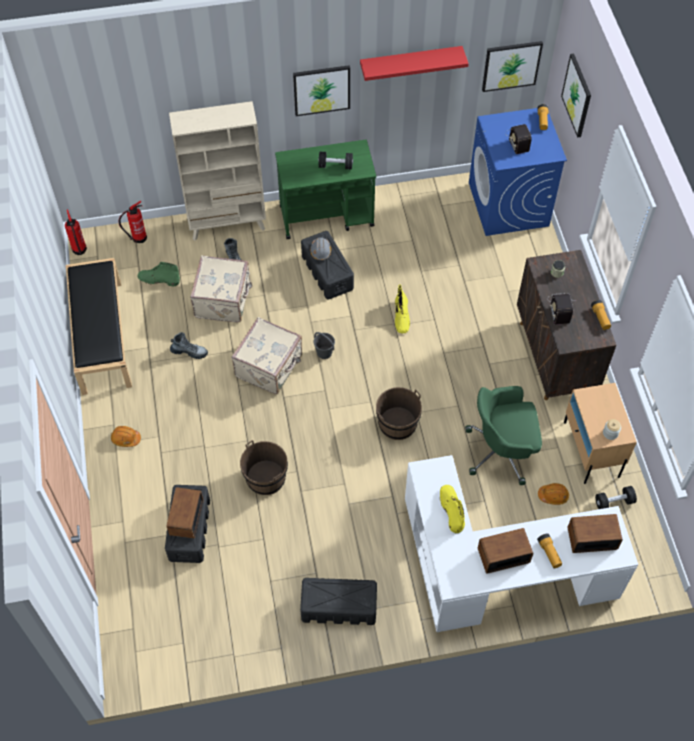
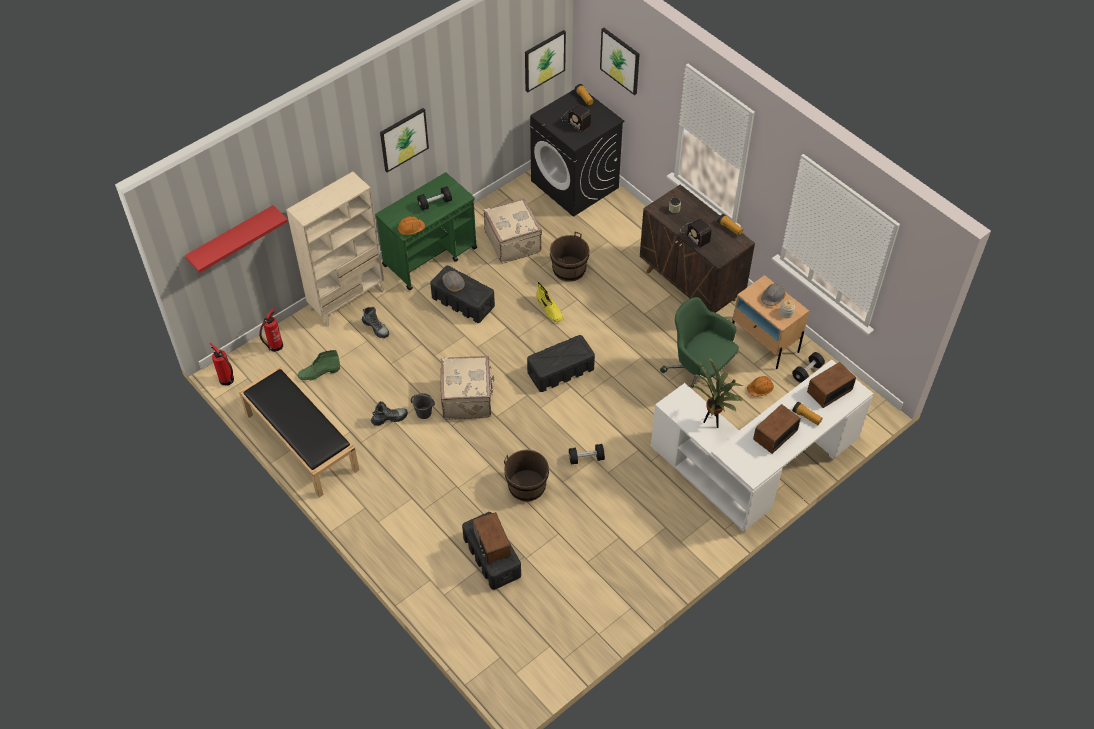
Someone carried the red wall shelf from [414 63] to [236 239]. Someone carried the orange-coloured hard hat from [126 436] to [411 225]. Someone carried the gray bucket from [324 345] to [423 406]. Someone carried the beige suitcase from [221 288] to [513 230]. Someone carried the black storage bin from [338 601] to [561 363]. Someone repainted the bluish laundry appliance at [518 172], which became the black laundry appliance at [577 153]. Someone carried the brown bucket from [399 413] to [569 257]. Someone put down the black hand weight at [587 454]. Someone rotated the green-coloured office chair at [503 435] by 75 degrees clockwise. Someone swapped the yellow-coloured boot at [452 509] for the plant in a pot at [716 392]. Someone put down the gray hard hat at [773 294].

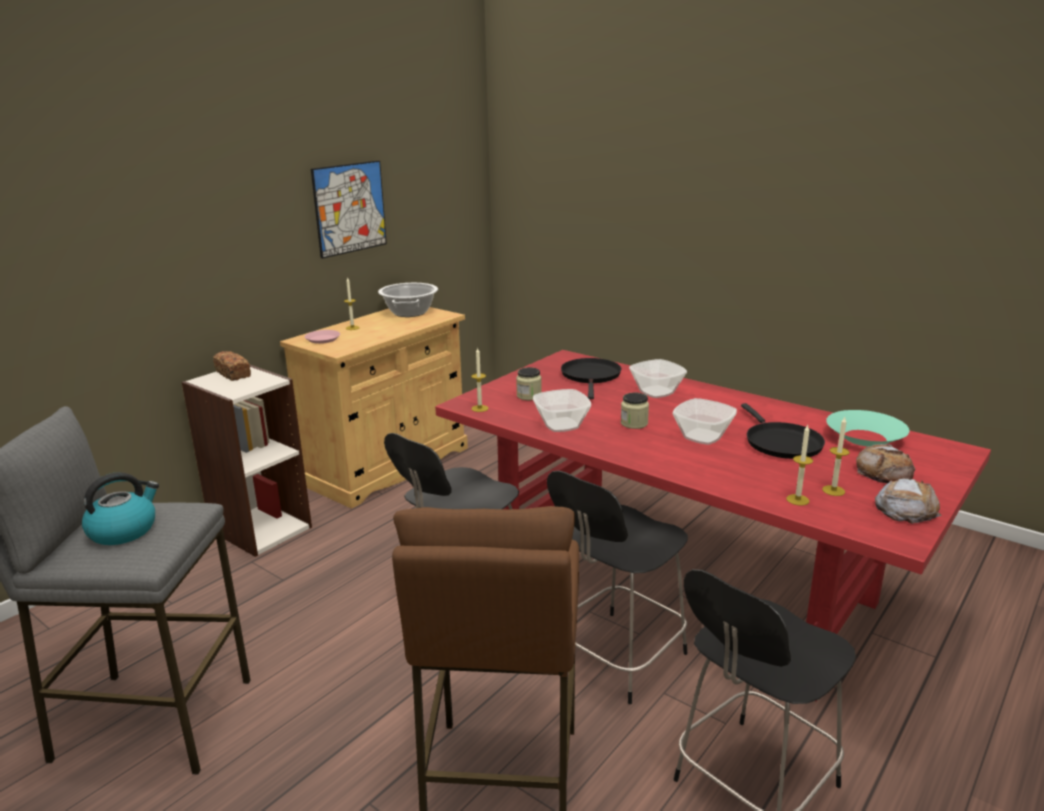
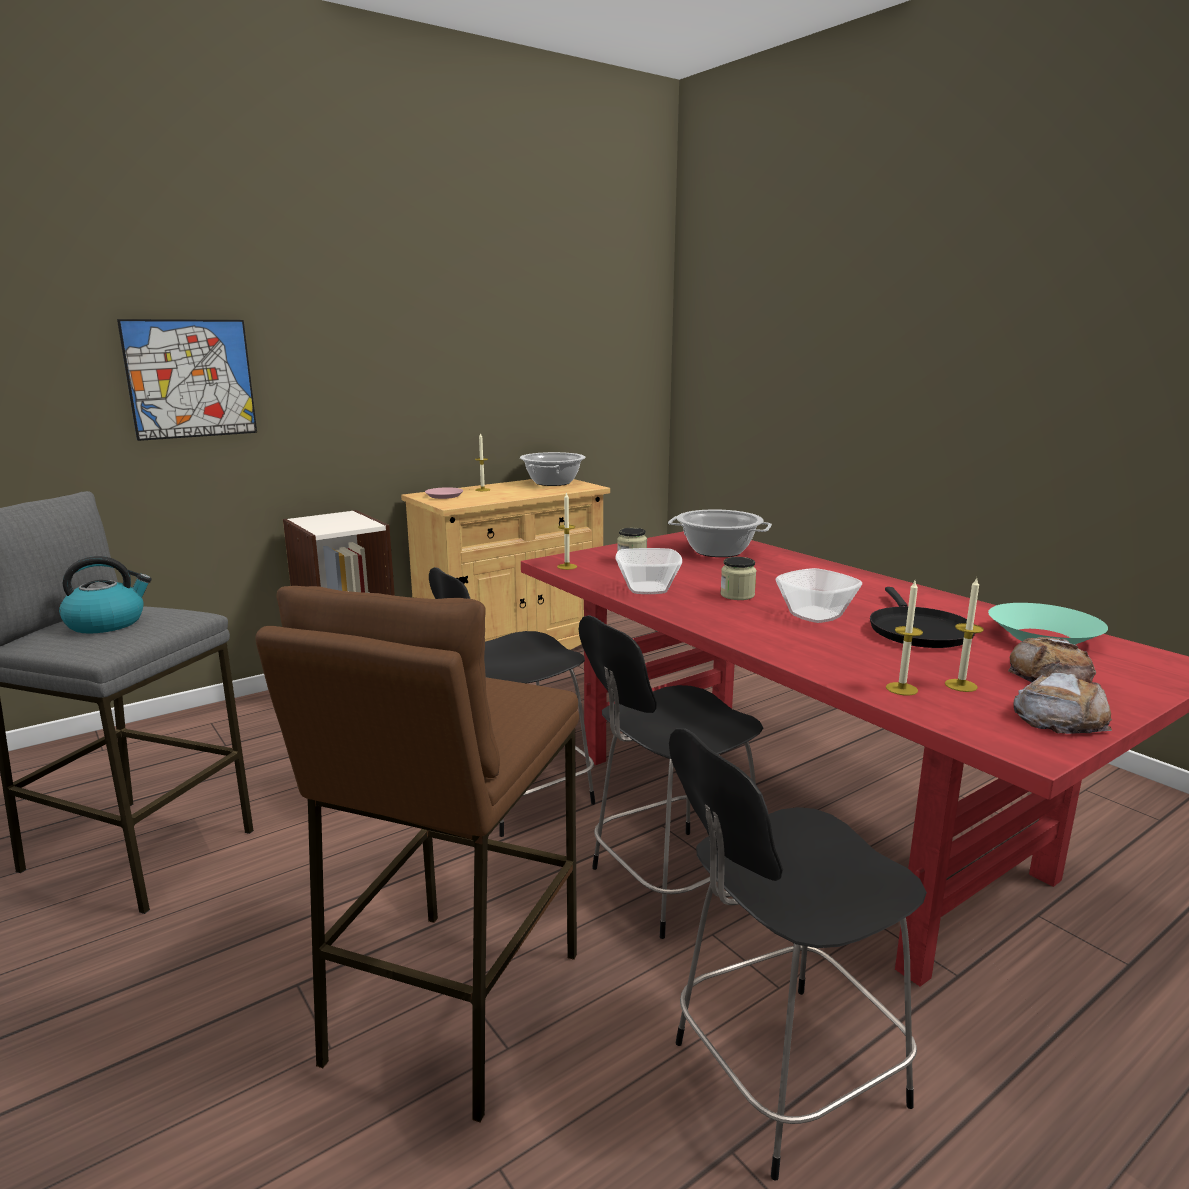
Someone carried the wall art from [349 209] to [187 380]. Someone swapped the black frying pan at [591 378] for the saucepot at [720 533]. Someone took away the baked bread at [232 366]. Someone took away the bowl at [658 378].

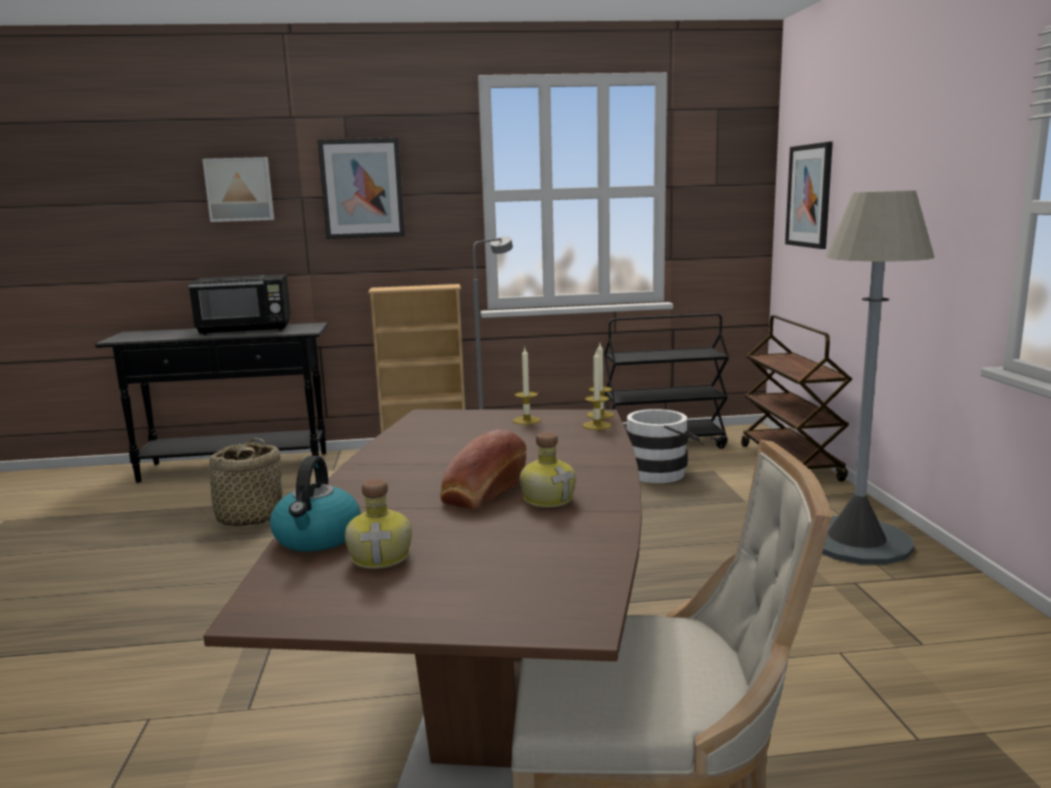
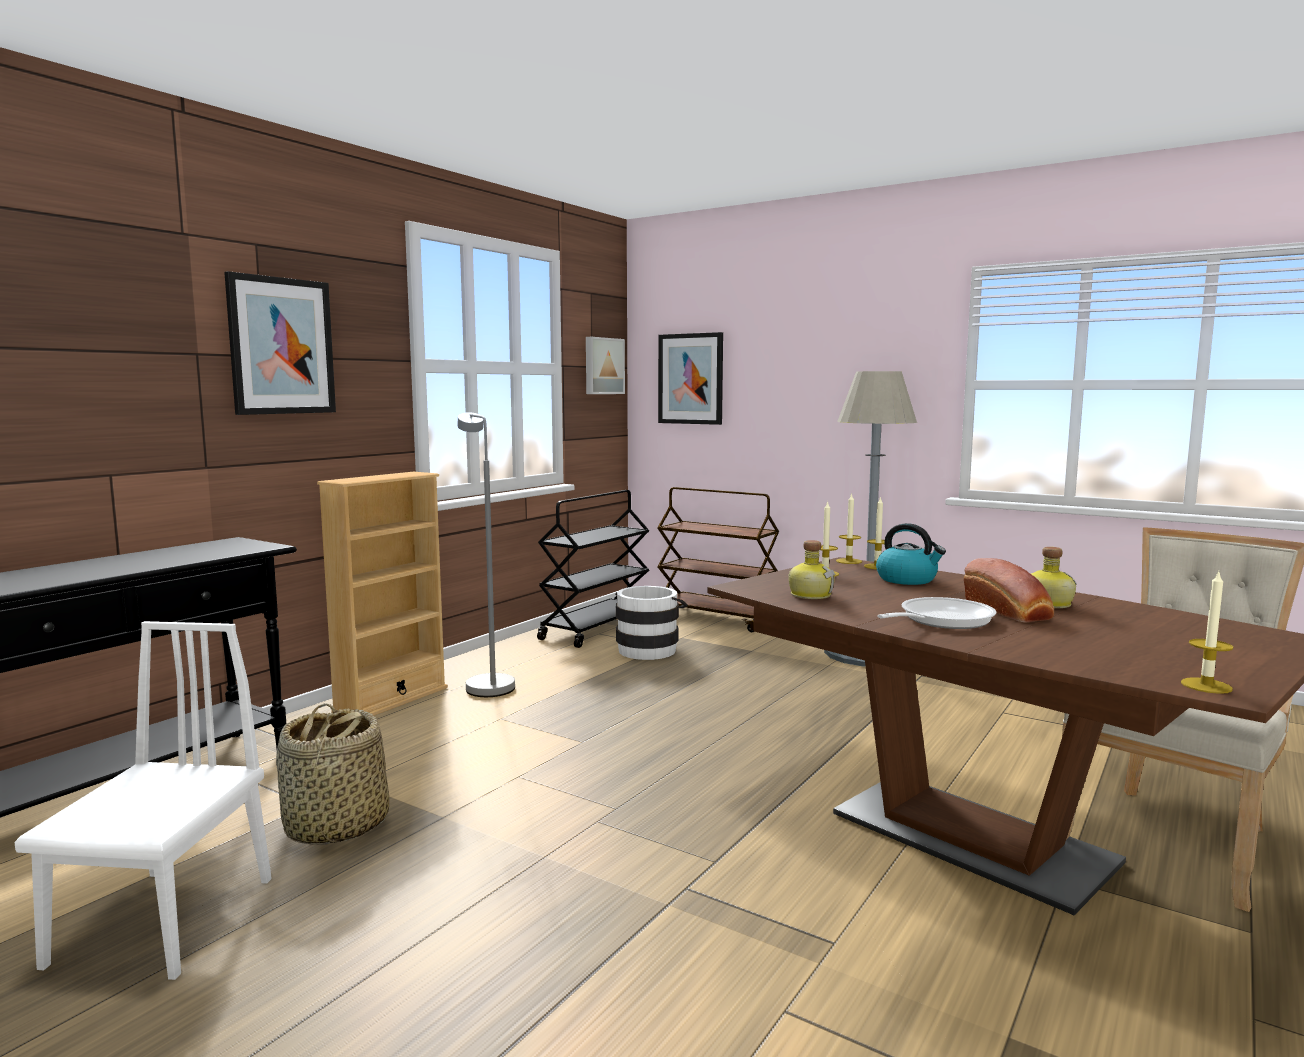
Someone put down the white chair at [143 800]. Someone carried the wall art from [238 189] to [605 365]. Someone carried the bottle from [378 524] to [811 569]. Someone carried the kettle from [315 504] to [911 554]. Someone put down the frying pan at [936 613]. Someone put down the wax candle at [1207 632]. Someone took away the black microwave at [239 304].

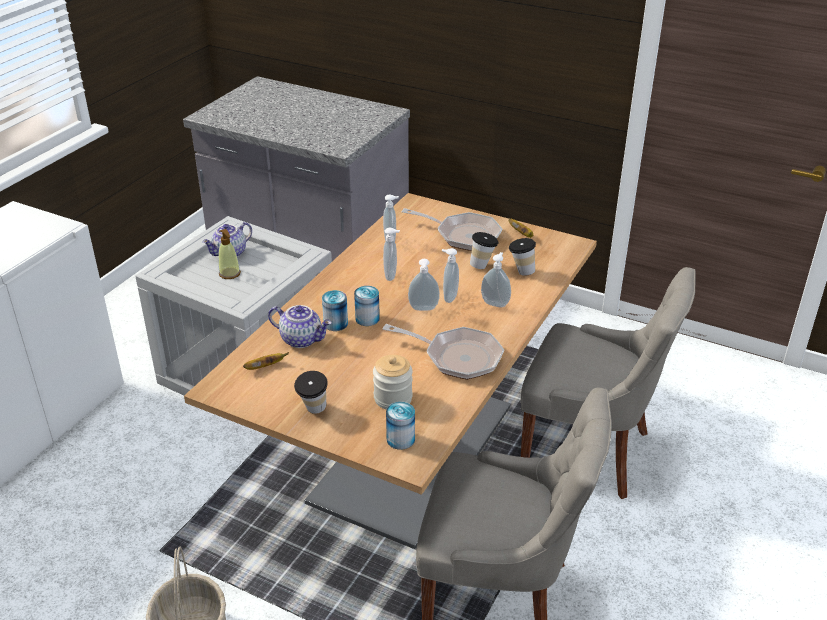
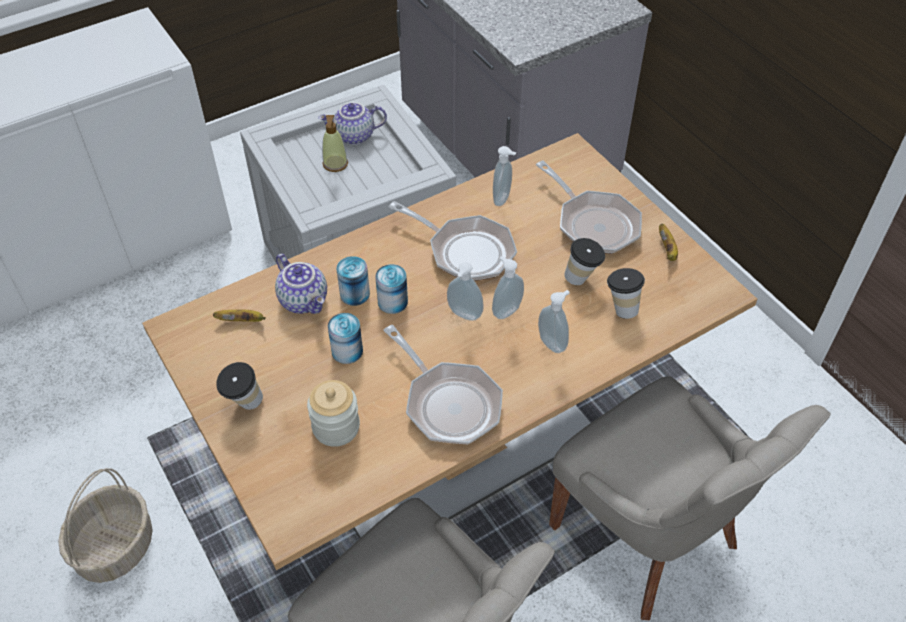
Someone carried the can from [400 426] to [345 338]. Someone swapped the soap bottle at [391 254] for the frying pan at [453 241].

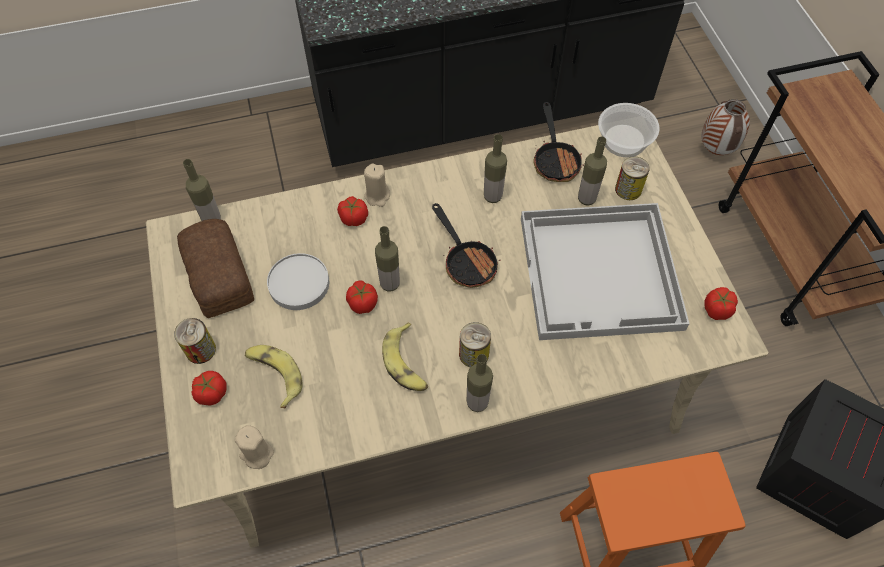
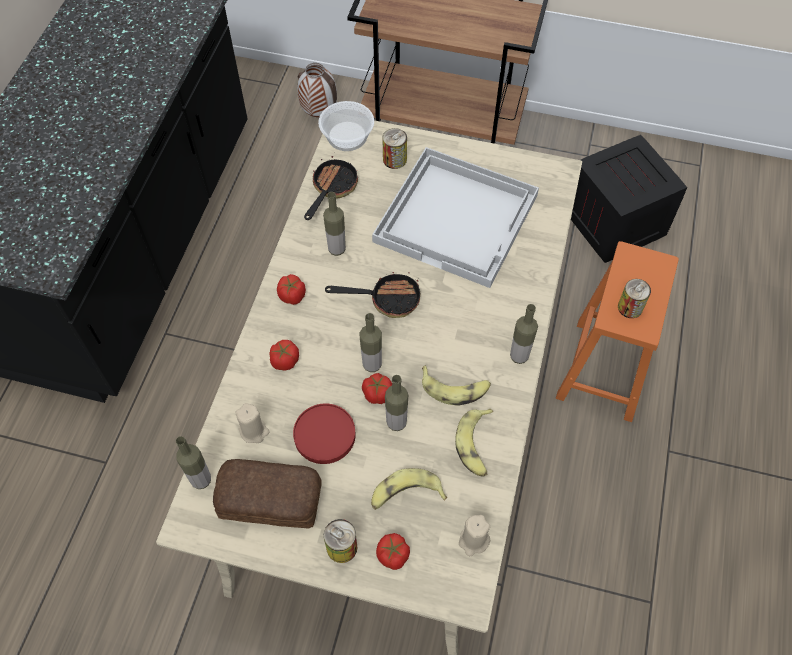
Someone carried the beige wax candle from [377 185] to [252 423]. Someone carried the fresh tomato from [721 303] to [291 289]. Someone repainted the white plate at [298 281], which became the red plate at [324 433]. Someone rotated the frying pan at [558 142] by 90 degrees counterclockwise. Someone carried the bottle from [592 171] to [396 403]. Someone put down the whole banana at [474 442]. Someone carried the can from [475 345] to [634 298].

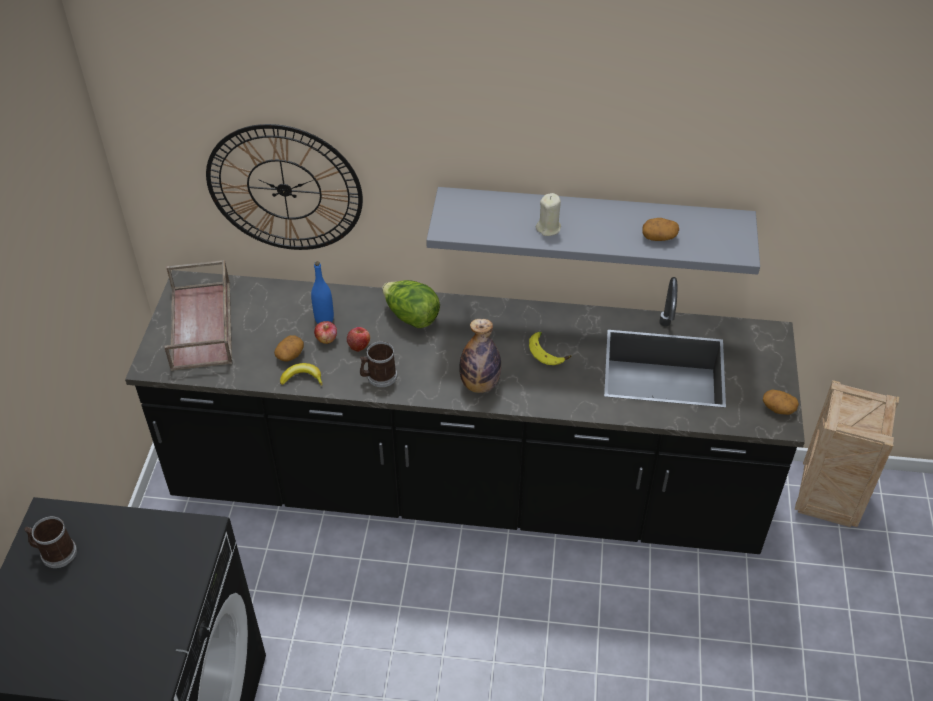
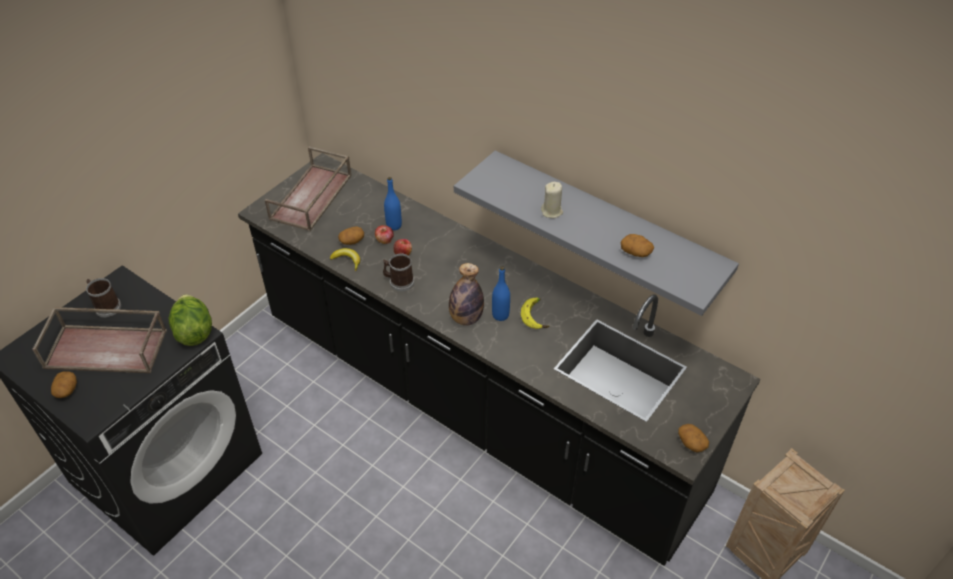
Someone put down the brown serving tray at [99 340]. Someone put down the whole potato at [64 384]. Someone carried the lettuce head from [411 304] to [190 320]. Someone put down the bluish bottle at [501 293]. Someone took away the hanging clock at [284 187].

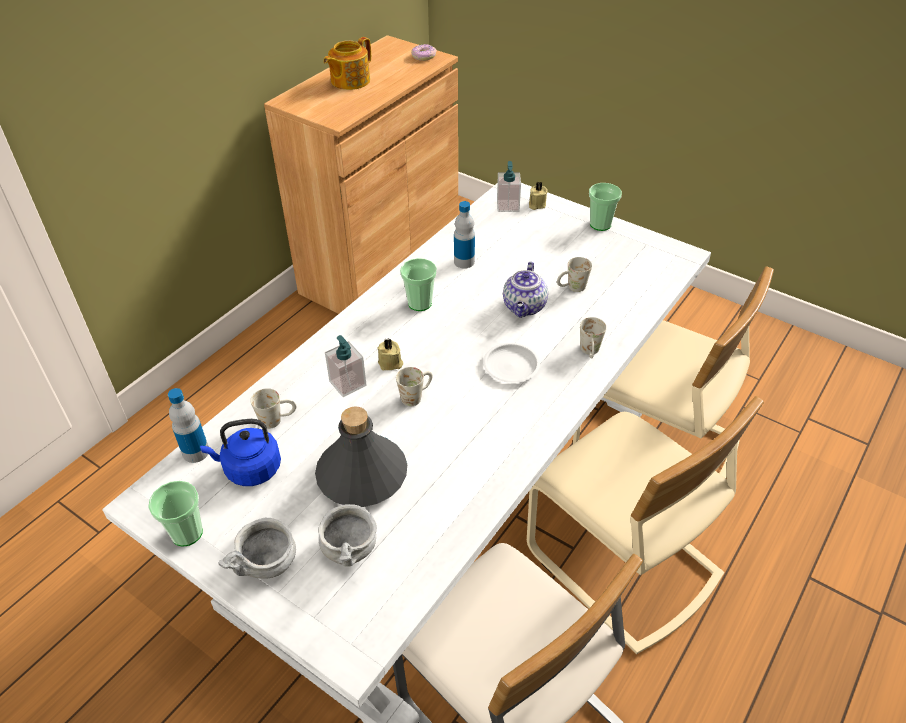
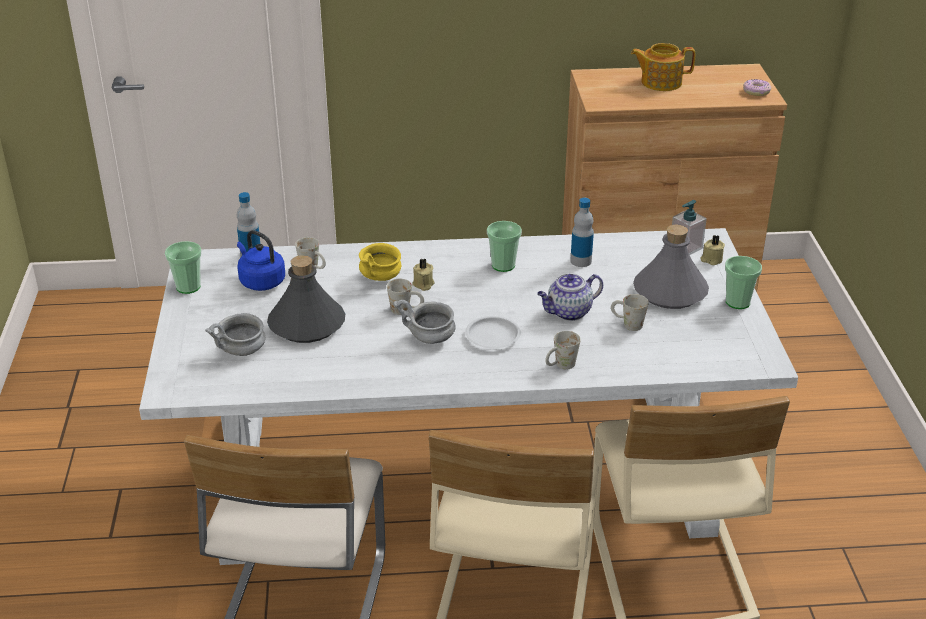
Someone swapped the soap bottle at [346 366] for the yellow-coloured bowl at [380 262]. Someone carried the gray bowl from [257 548] to [425 322]. Someone put down the gray bottle at [671 267].

